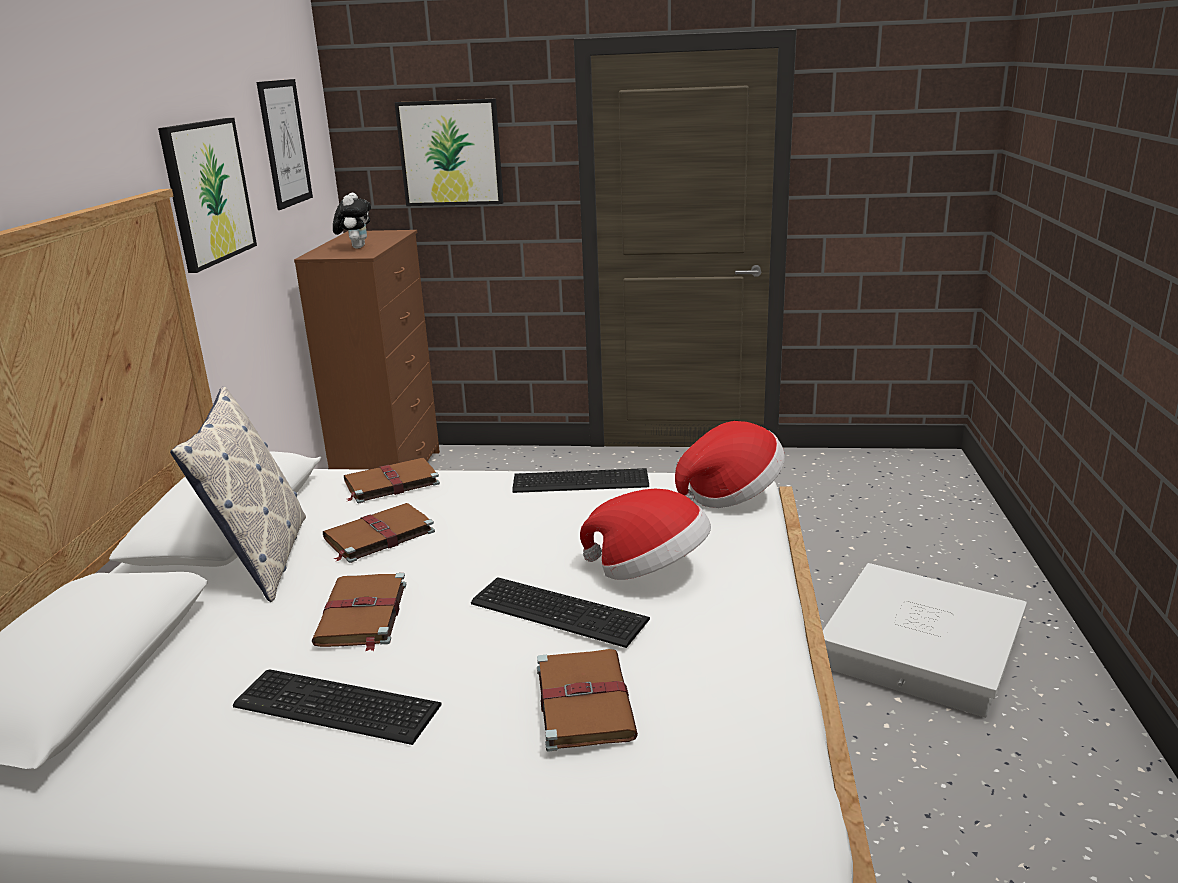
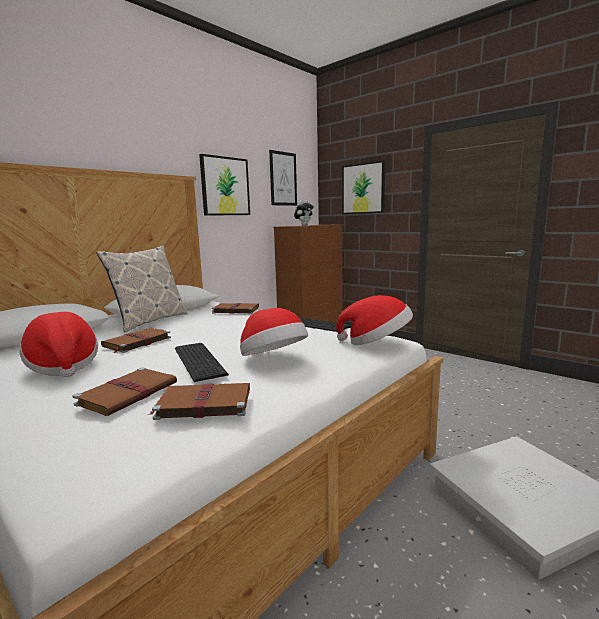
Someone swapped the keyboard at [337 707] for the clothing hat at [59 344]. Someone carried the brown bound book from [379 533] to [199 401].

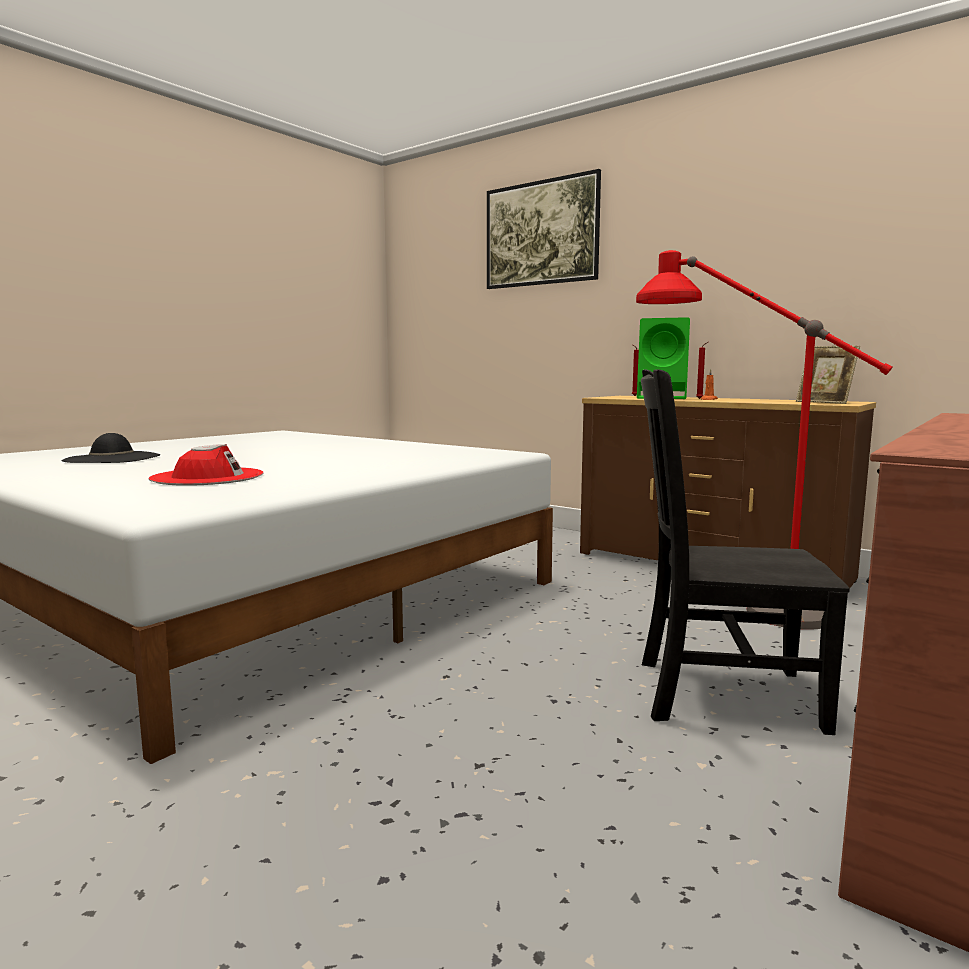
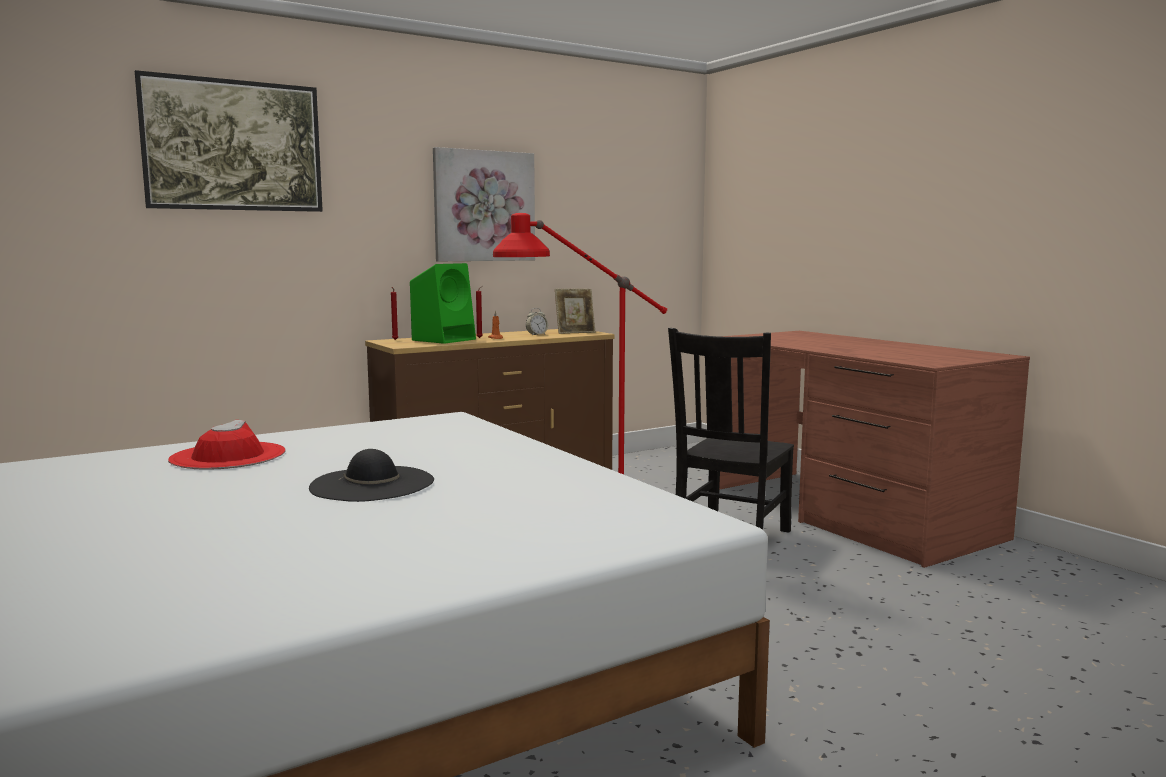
Someone carried the red clothing hat from [206 465] to [227 445]. Someone carried the black clothing hat from [111 448] to [371 475]. Someone put up the wall art at [484 204]. Someone put down the bedside clock at [537 322].

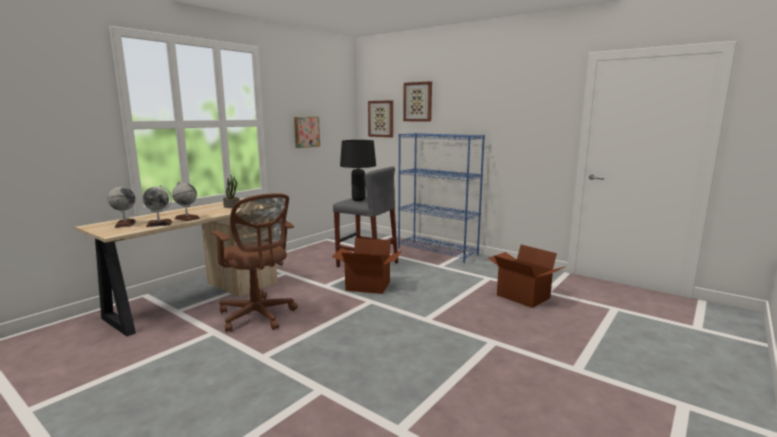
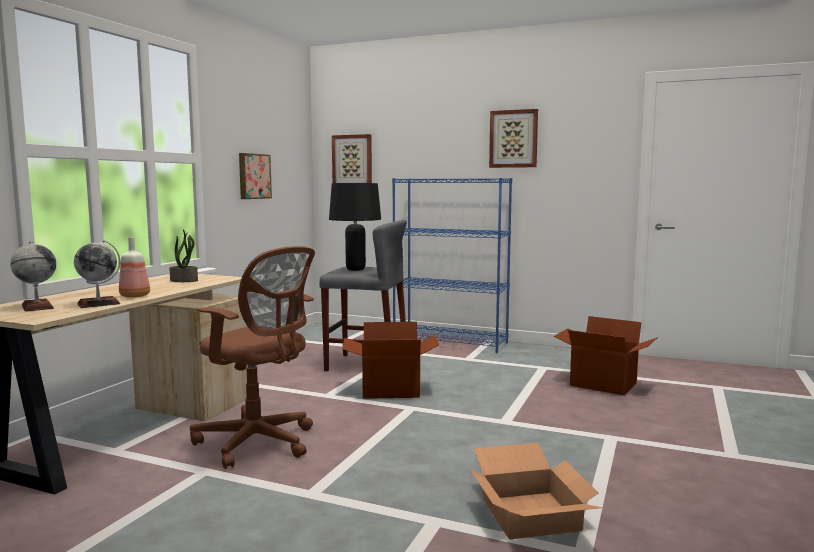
Someone swapped the desk globe at [186 201] for the bottle at [134 267]. Someone put down the carton at [536 491]. Someone carried the wall art from [417 101] to [513 138].

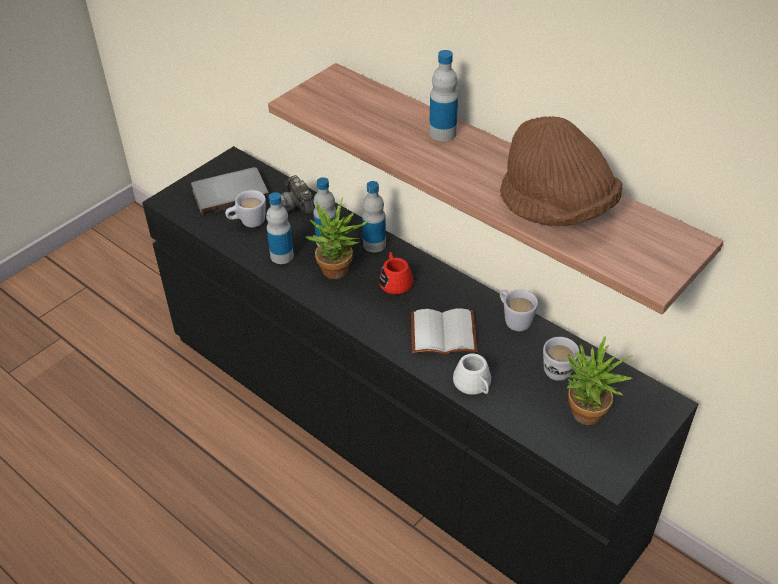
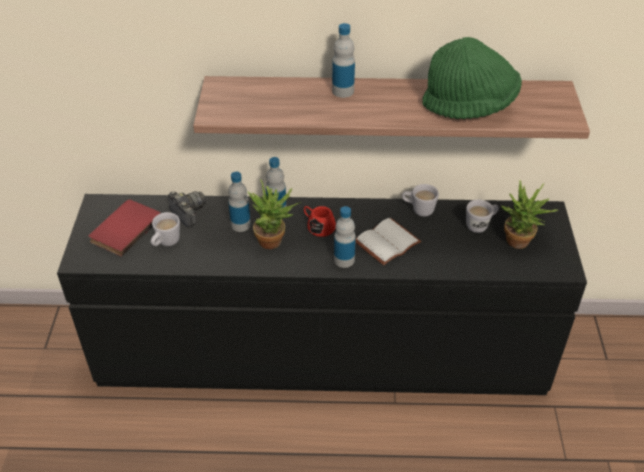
Someone repainted the gray bound book at [230 191], which became the red bound book at [125 228]. Someone rotated the photo camera at [297 195] by 150 degrees counterclockwise. Someone carried the bottle from [280 228] to [345 237]. Someone repainted the brown clothing hat at [561 171], which became the green-coloured clothing hat at [472 78]. Someone took away the white tea mug at [472 374].

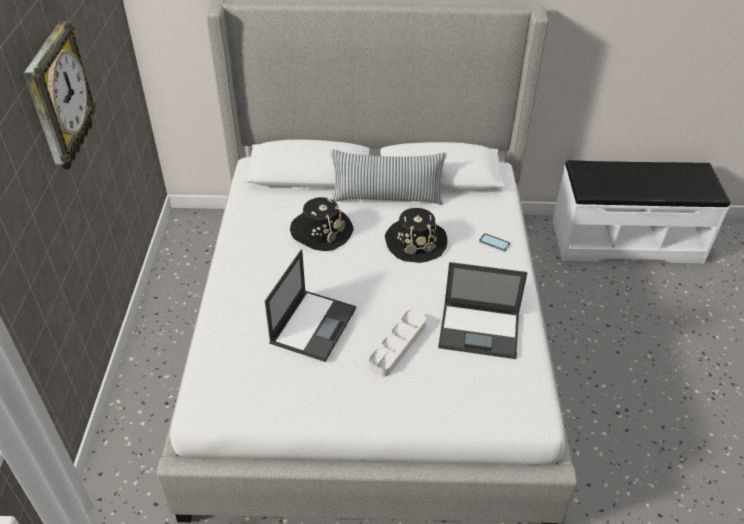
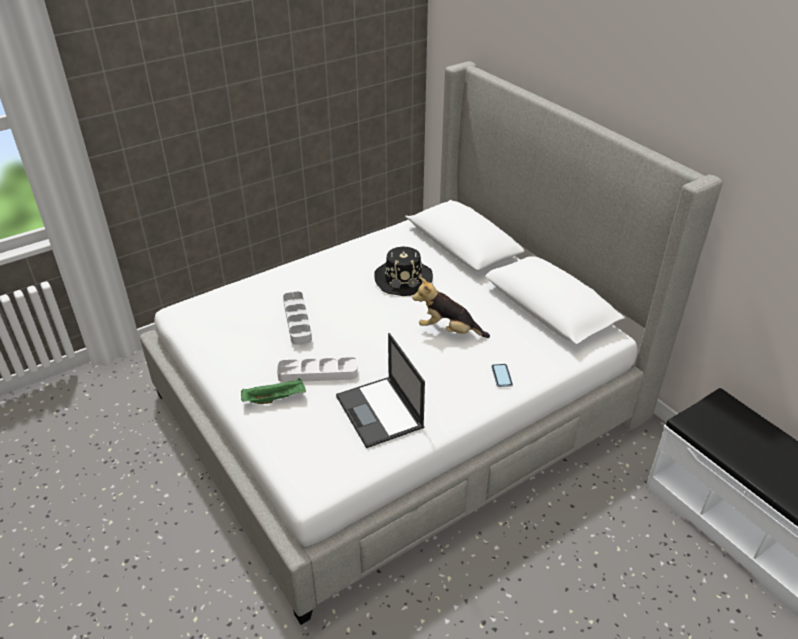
Someone put down the green-coloured serving tray at [273 391]. Someone swapped the notebook computer at [310 305] for the gray serving tray at [297 318]. Someone swapped the black clothing hat at [416 235] for the cuddly toy at [451 307]. Someone took away the hanging clock at [60 95]. Someone took away the pillow at [389 177].

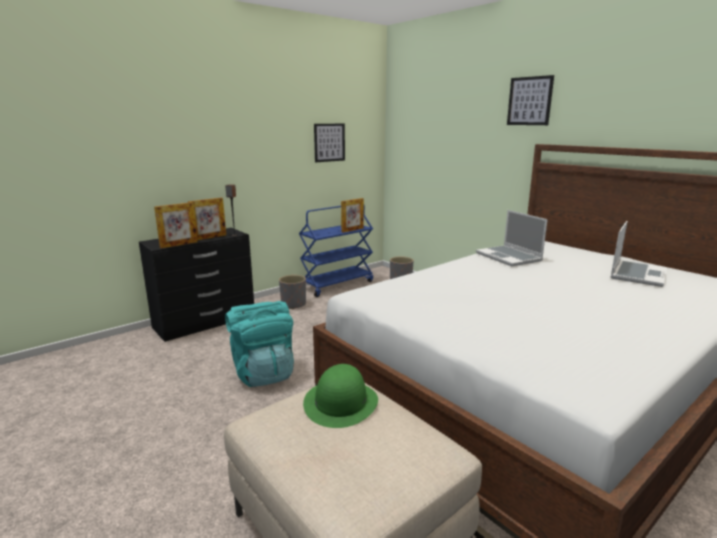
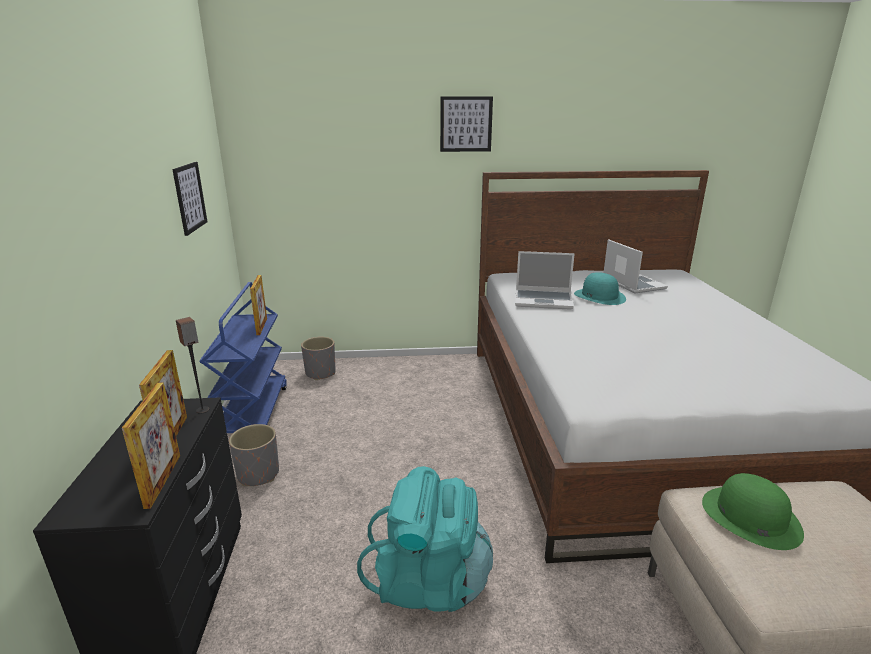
Someone put down the turquoise-coloured clothing hat at [600 288].

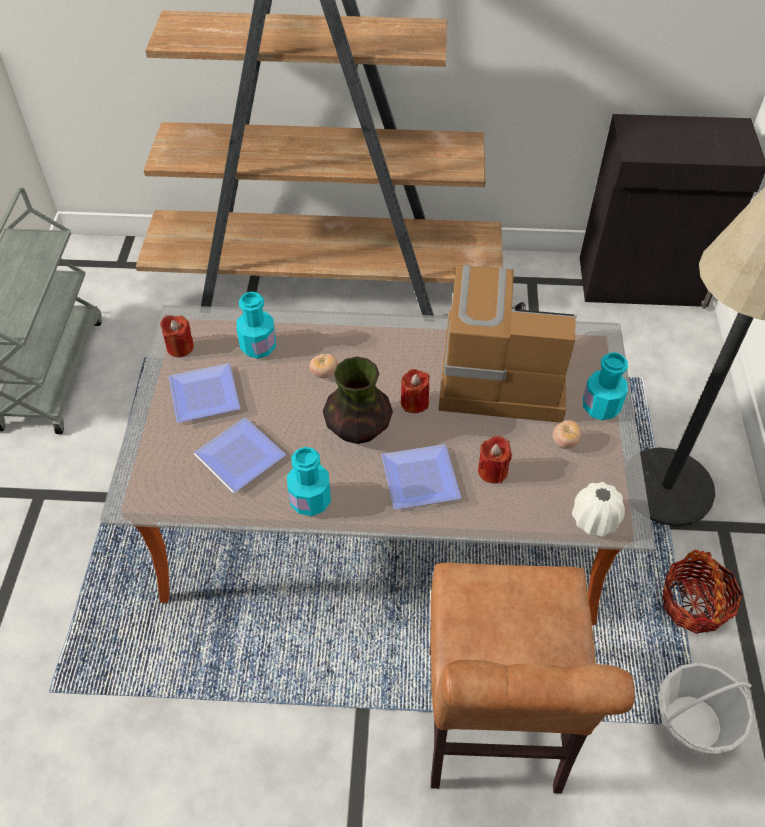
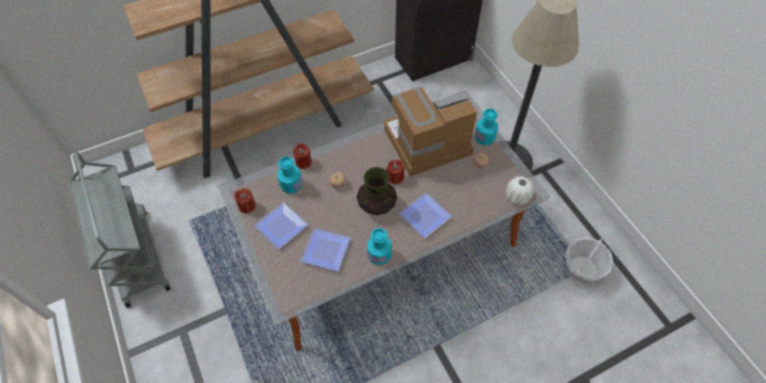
Someone carried the red wax candle from [495 459] to [302 156]. Someone took away the brown chair at [532 678]. Someone took away the storage basket at [702 592].

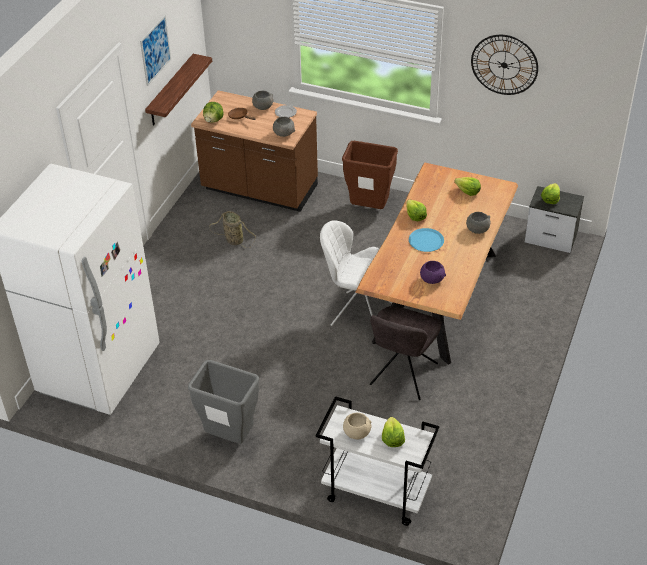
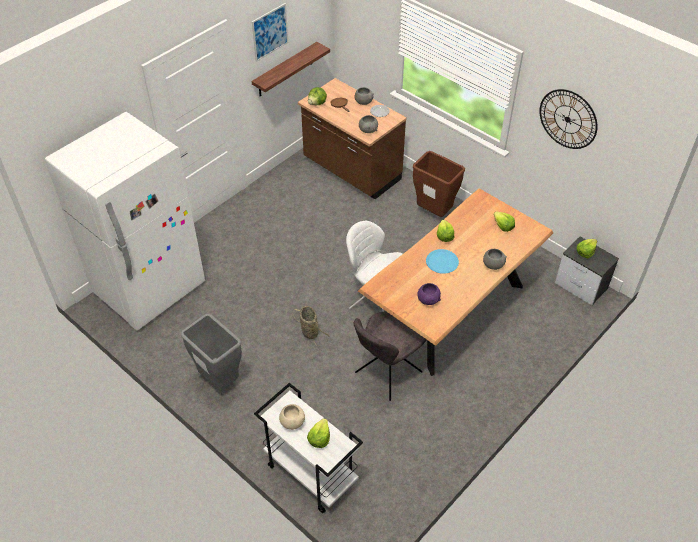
Someone carried the storage basket from [232 229] to [311 326].

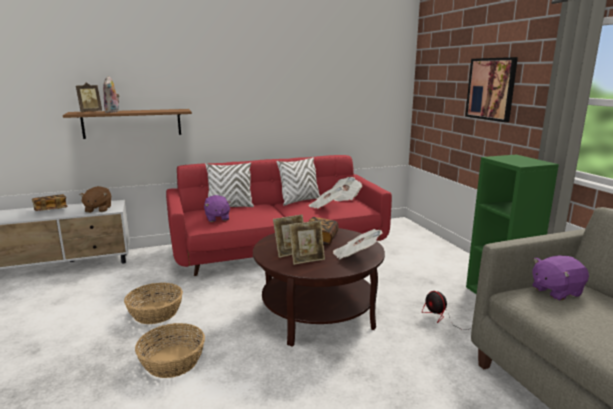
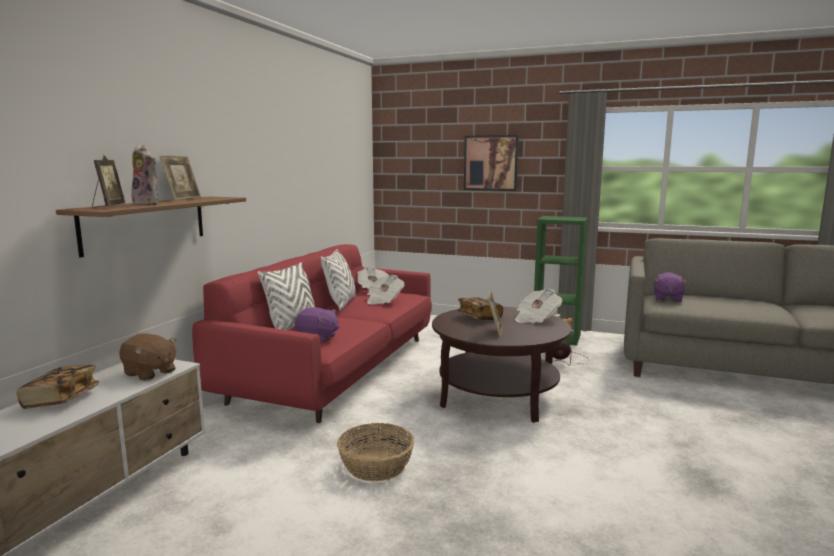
Someone carried the standing frame from [307 243] to [180 178]. Someone took away the storage basket at [170 350].

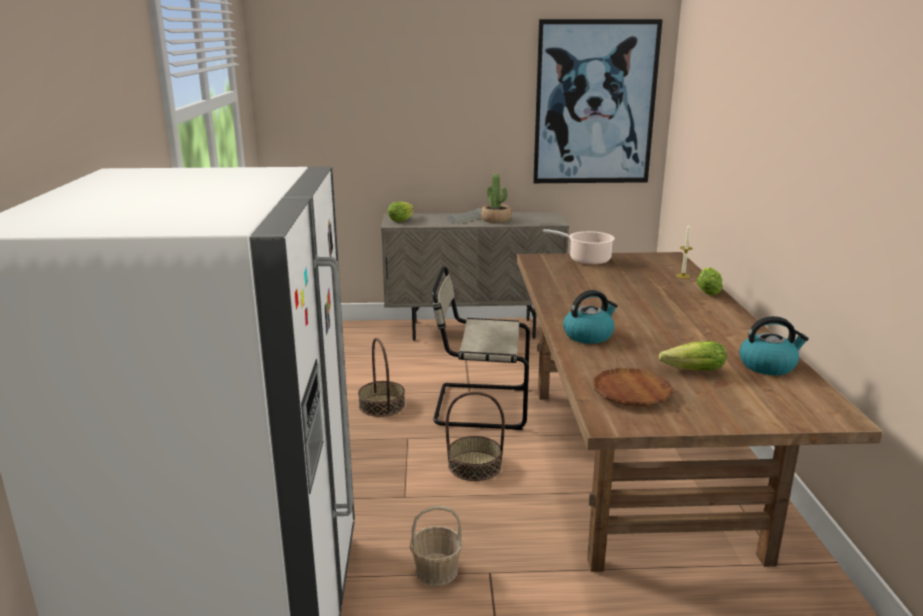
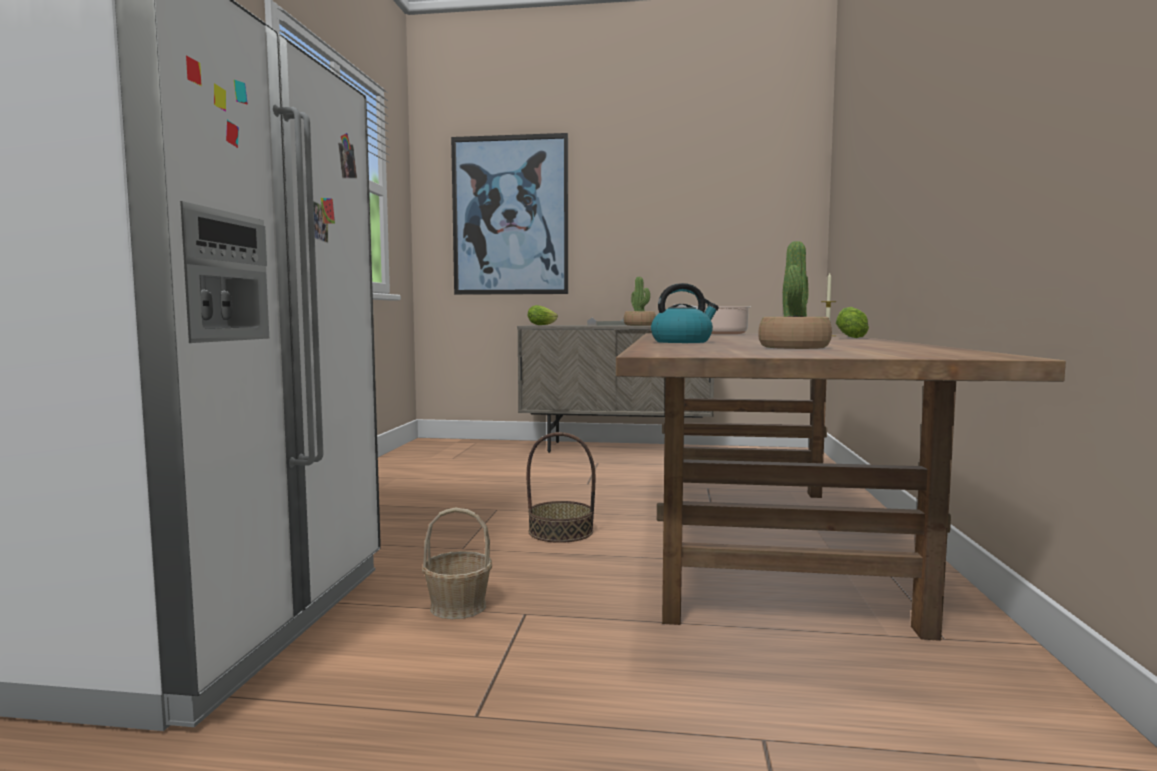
Someone carried the wall art from [598 101] to [509 214]. Someone swapped the lettuce head at [692 356] for the plant in a pot at [795 295]. Someone took away the storage basket at [381 377]. Someone took away the beige chair at [481 348]. Someone took away the brown plate at [633 387]. Someone took away the kettle at [774 345].

